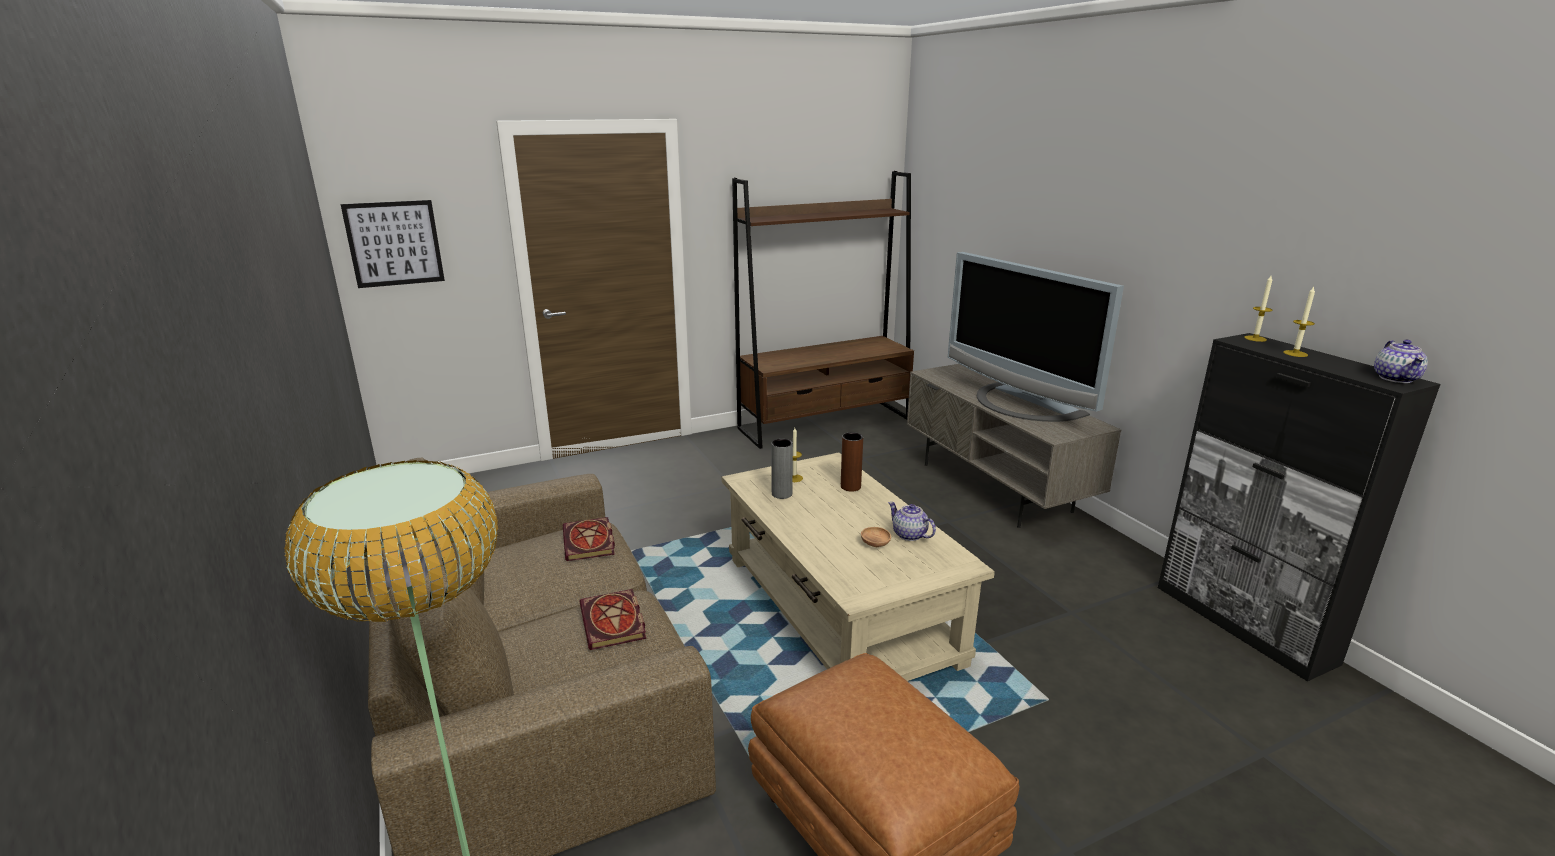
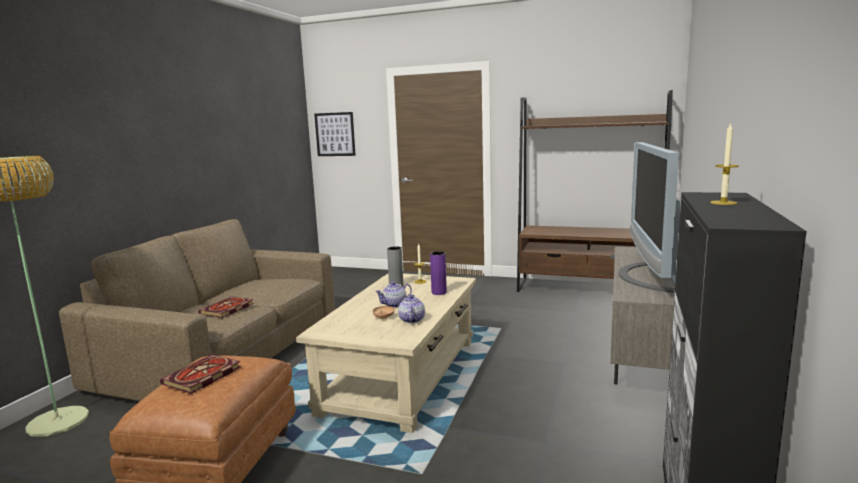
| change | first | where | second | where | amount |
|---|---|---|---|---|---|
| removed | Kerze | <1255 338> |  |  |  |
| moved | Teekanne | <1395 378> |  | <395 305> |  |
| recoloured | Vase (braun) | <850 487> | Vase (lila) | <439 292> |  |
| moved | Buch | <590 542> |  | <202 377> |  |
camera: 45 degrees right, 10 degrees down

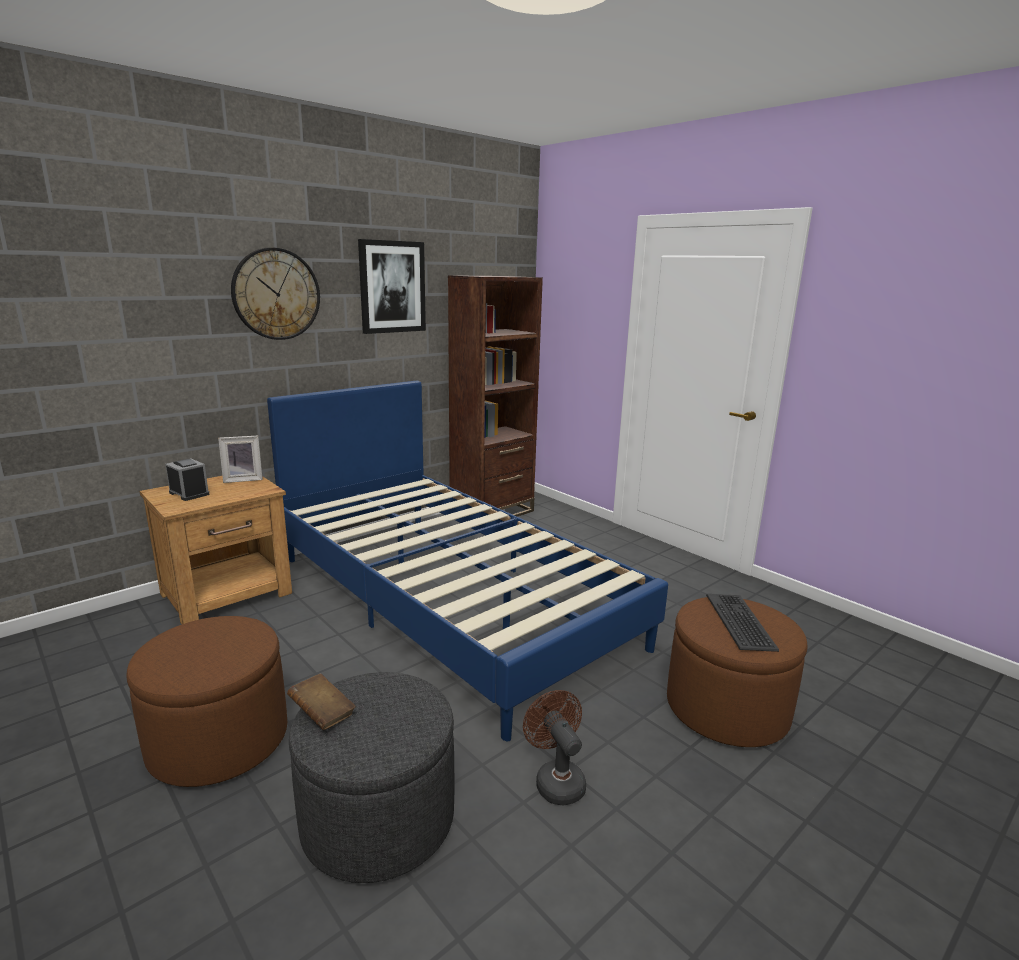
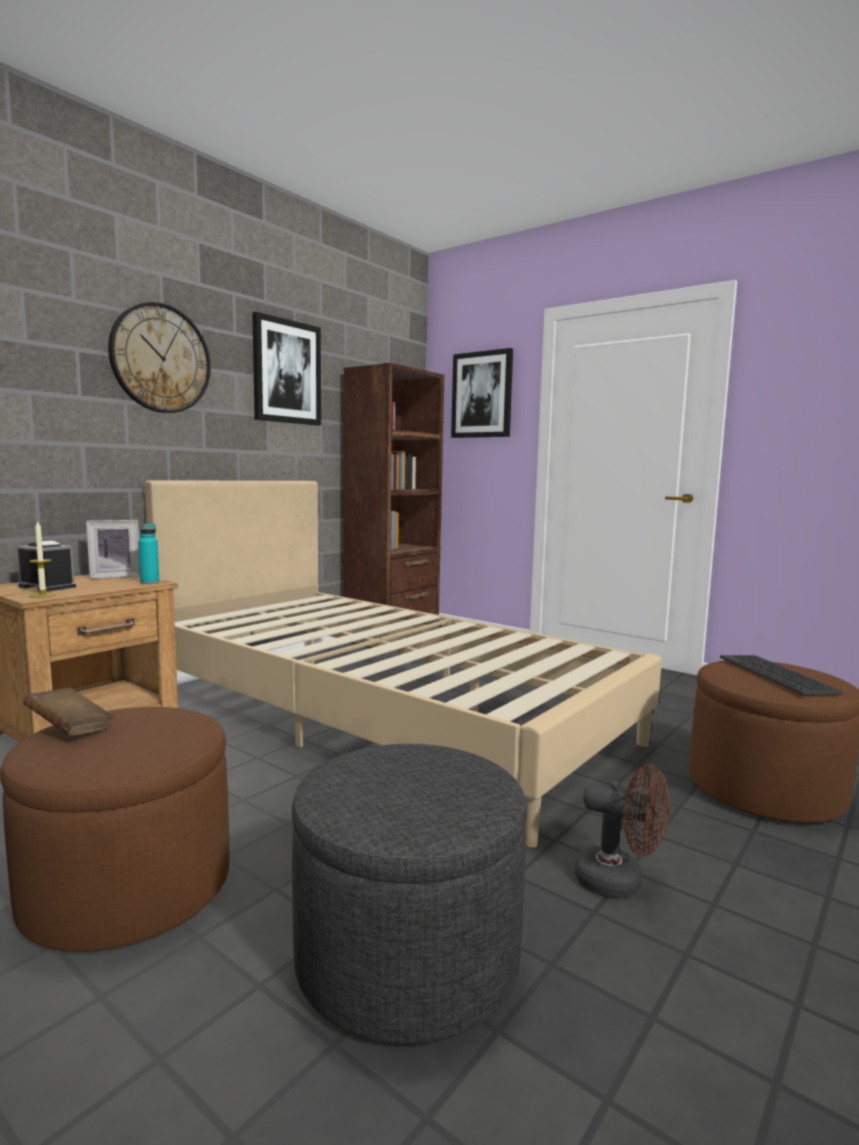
| change | first | where | second | where | amount |
|---|---|---|---|---|---|
| recoloured | Bett (blau) | <448 599> | Bett (beige) | <382 715> |  |
| moved | Buch (braun) | <322 714> |  | <70 729> |  |
| turned | Ventilator (braun) | <556 780> |  | <620 882> | 150 degrees clockwise |
| added |  |  | Bild | <482 395> |  |
| added |  |  | Kerze | <42 595> |  |
| added |  |  | Flasche (türkis) | <149 582> |  |
camera: 10 degrees left, 10 degrees down

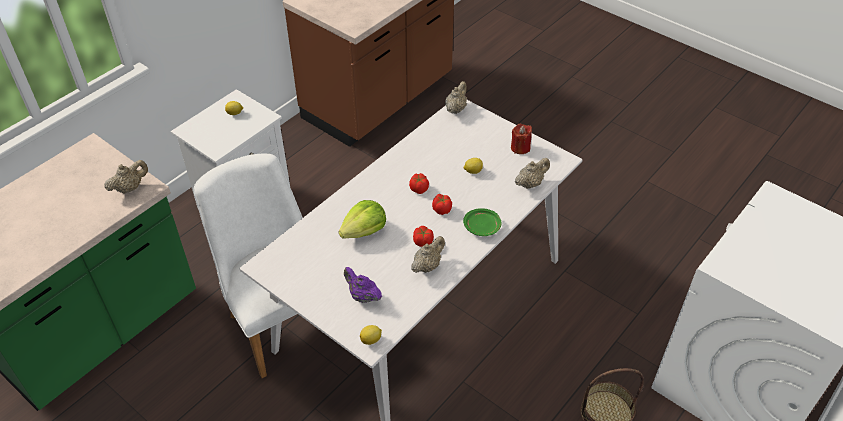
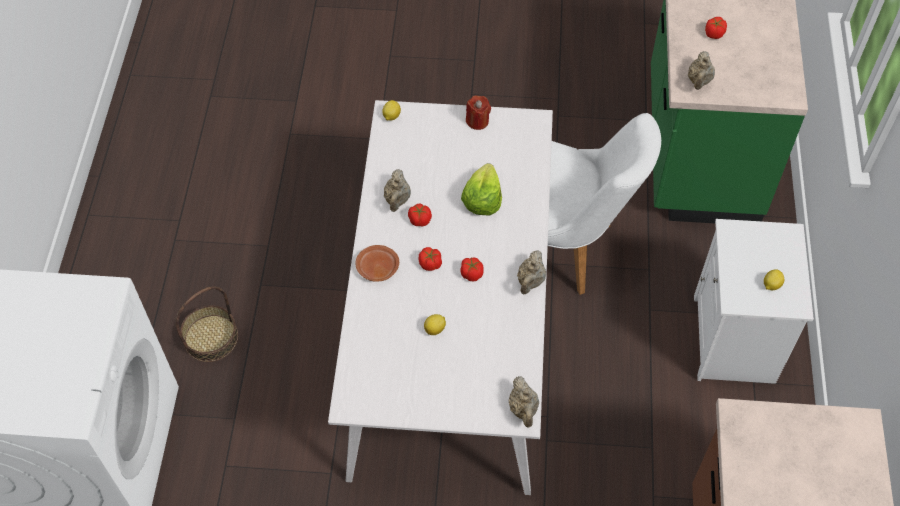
| change | first | where | second | where | amount |
|---|---|---|---|---|---|
| moved | Kerze (rot) | <520 148> |  | <477 121> |  |
| moved | Teekanne (beige) | <530 183> |  | <530 281> |  |
| recoloured | Teller (grün) | <482 227> | Teller (braun) | <377 267> |  |
| removed | Teekanne (lila) | <362 296> |  |  |  |
| added |  |  | Tomate | <714 34> |  |
camera: 145 degrees right, 10 degrees up

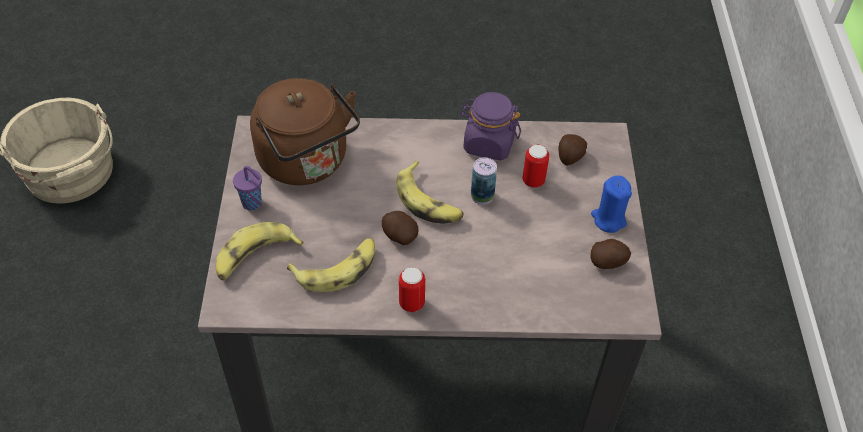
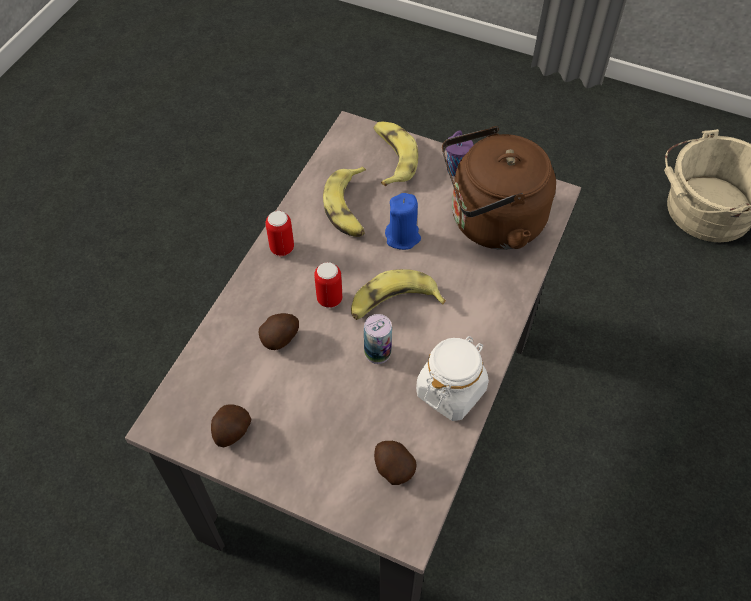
| change | first | where | second | where | amount |
|---|---|---|---|---|---|
| recoloured | Vorratsglas (lila) | <488 143> | Vorratsglas (weiß) | <451 391> |  |
| moved | Dose | <533 181> |  | <329 299> |  |
| moved | Kerze (blau) | <608 219> |  | <403 237> |  |
| moved | Kartoffel | <399 236> |  | <281 338> |  |
camera: 115 degrees right, 5 degrees up

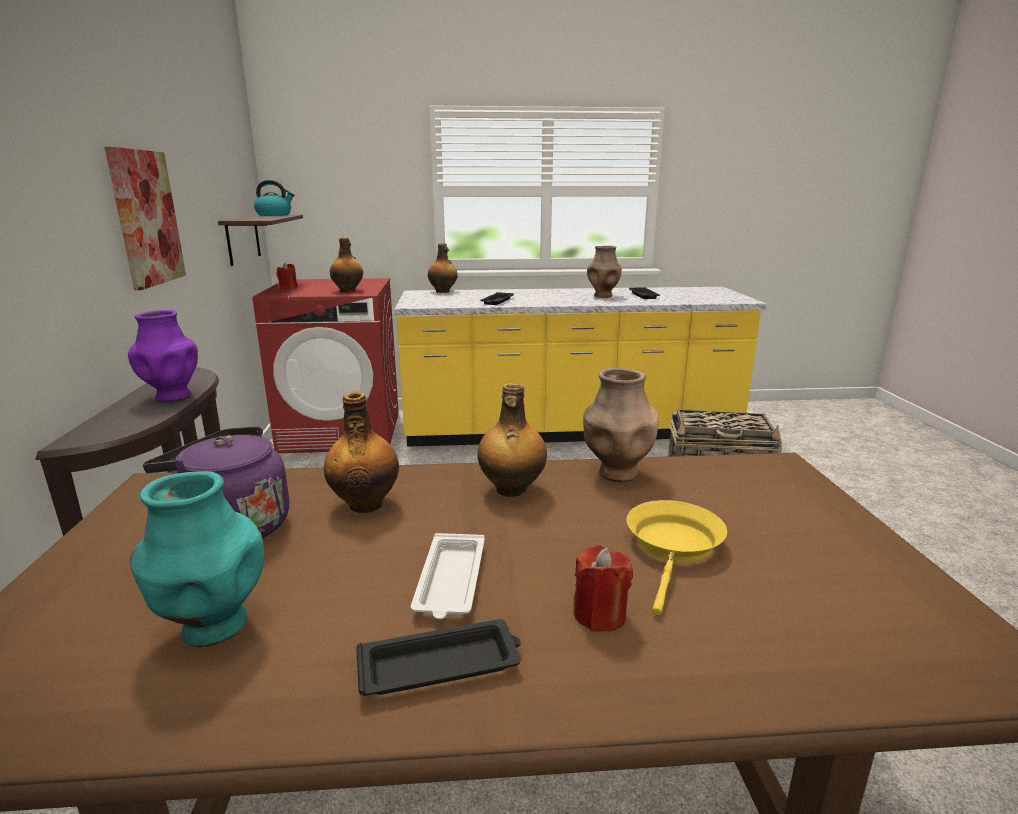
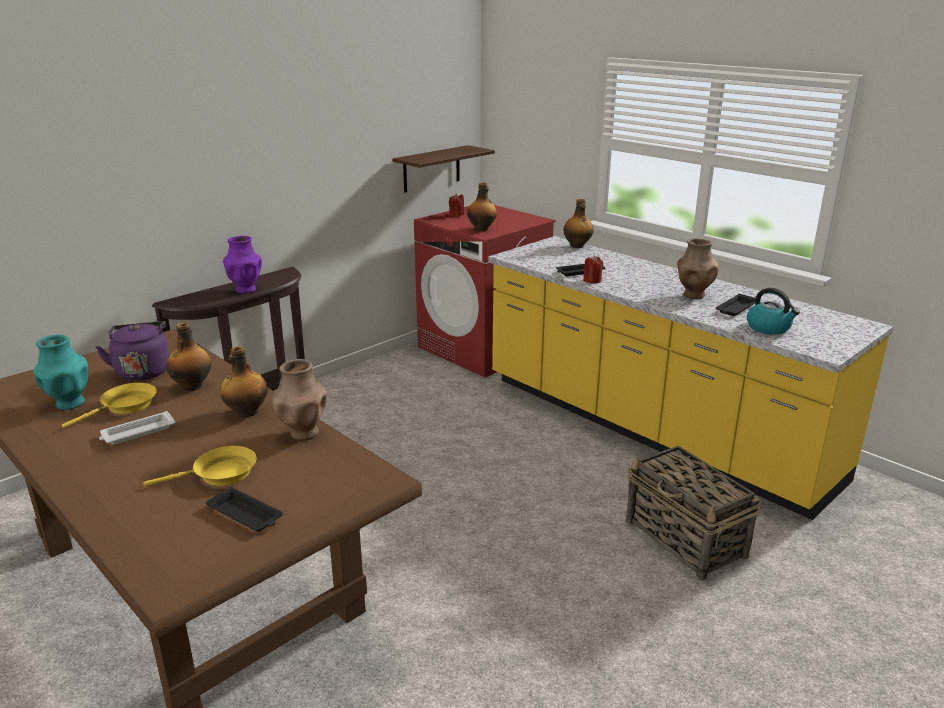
| change | first | where | second | where | amount |
|---|---|---|---|---|---|
| removed | Bild | <146 218> |  |  |  |
| moved | Wasserkessel | <274 215> |  | <769 328> |  |
| moved | Kerze (rot) | <599 615> |  | <592 280> |  |
| moved | Tablett (schwarz) | <442 665> |  | <246 515> |  |
| added |  |  | Pfanne (gelb) | <125 406> |  |
camera: 50 degrees right, 5 degrees up

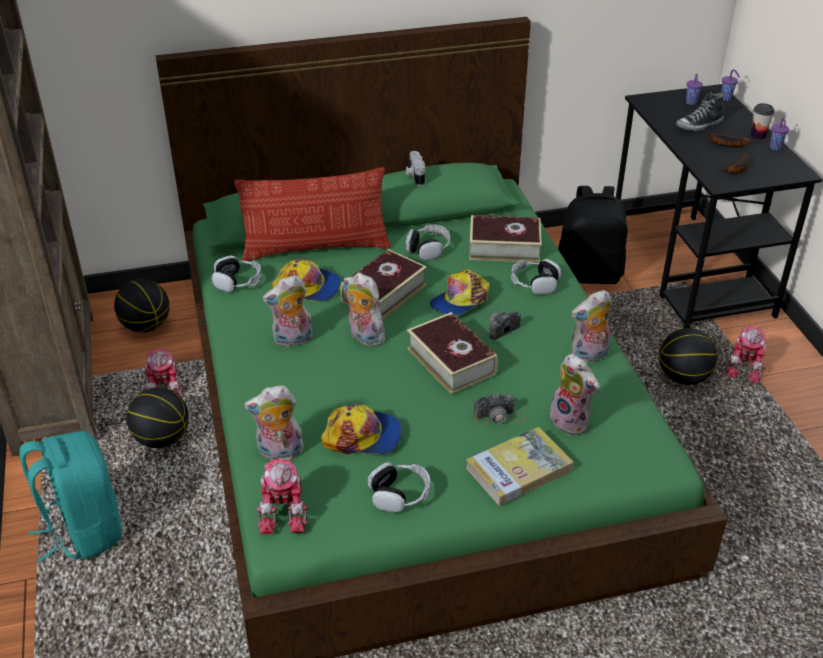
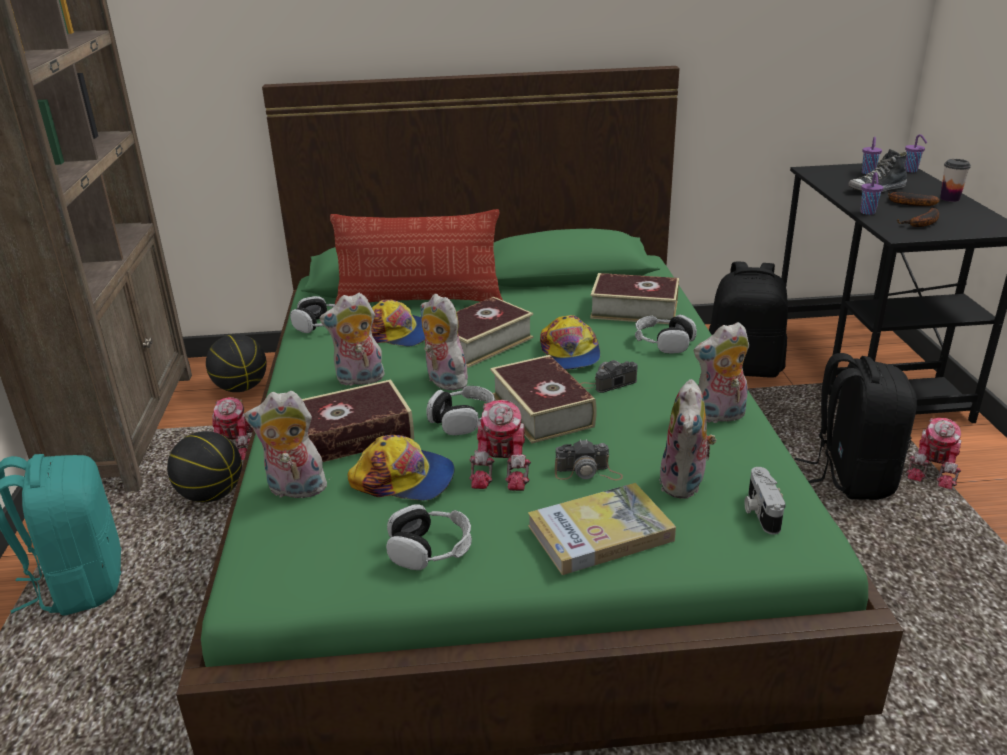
| change | first | where | second | where | amount |
|---|---|---|---|---|---|
| moved | Tasse (lila) | <775 148> |  | <868 213> |  |
| moved | Kamera | <415 175> |  | <760 511> |  |
| moved | Kopfhörer | <428 248> |  | <462 419> |  |
| turned | Kappe | <460 300> |  | <570 354> | 60 degrees counterclockwise |
| replaced | Basketball | <682 377> | Rucksack (schwarz) | <851 476> |  |
| turned | Plüschtier | <572 421> |  | <685 484> | 45 degrees clockwise |
| moved | Spielzeugroboter | <285 509> |  | <504 468> |  |
| added |  |  | Buch | <354 435> |  |
camera: 10 degrees right, 10 degrees down

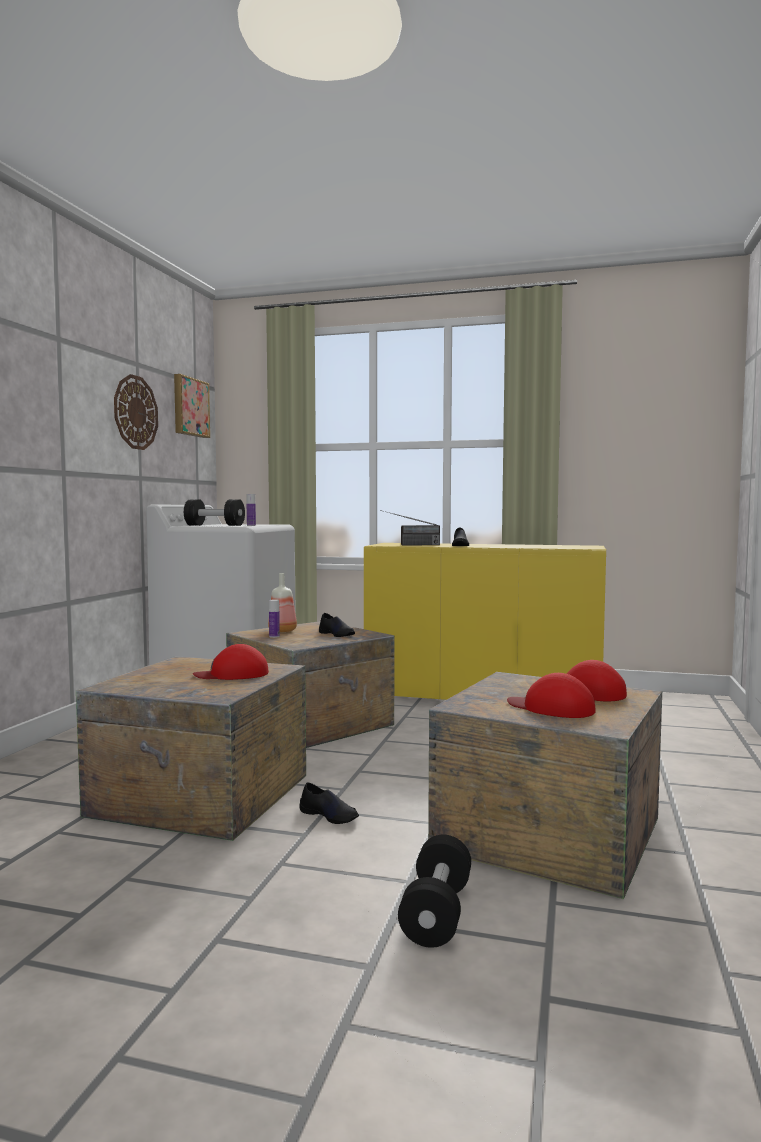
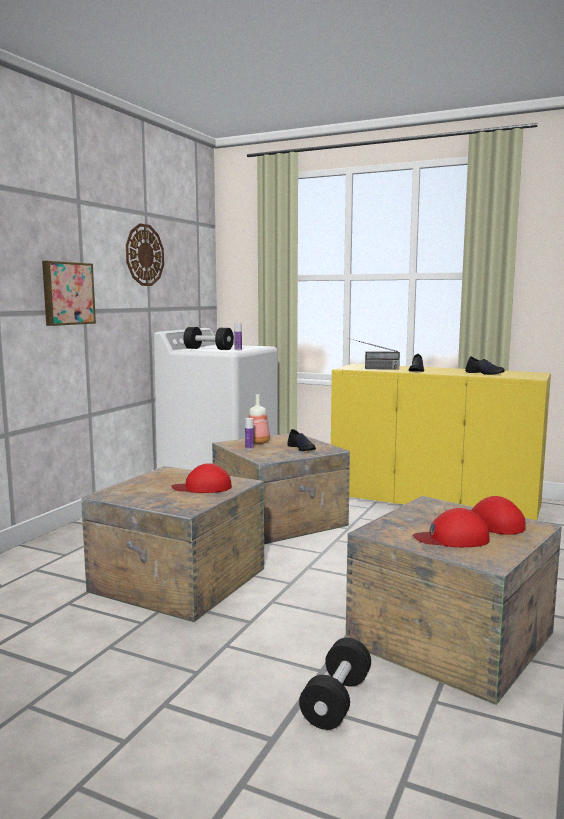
| change | first | where | second | where | amount |
|---|---|---|---|---|---|
| moved | Bild | <189 407> |  | <67 293> |  |
| turned | Kappe (rot) | <551 708> |  | <452 538> | 45 degrees counterclockwise |
| moved | Schuh (schwarz) | <329 815> |  | <484 373> |  |
camera: 10 degrees right, 5 degrees up

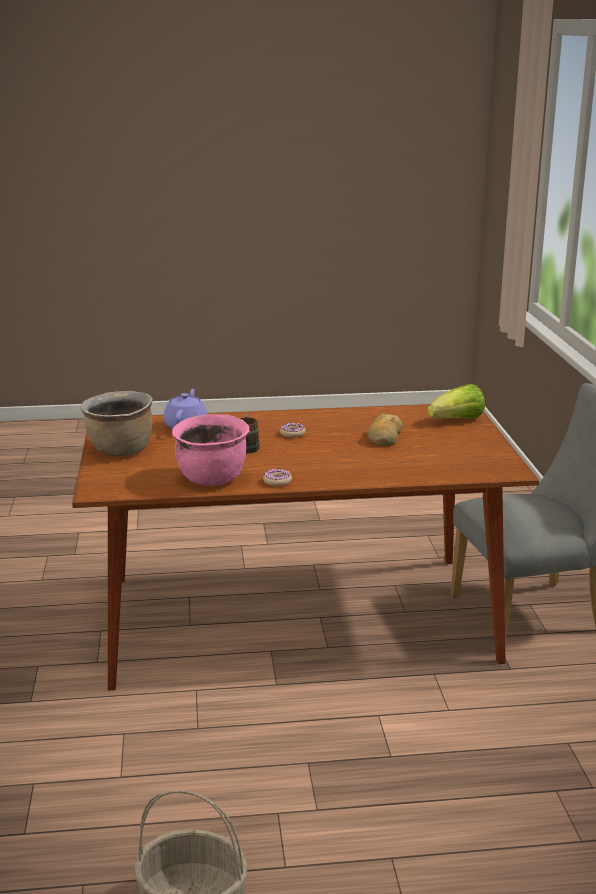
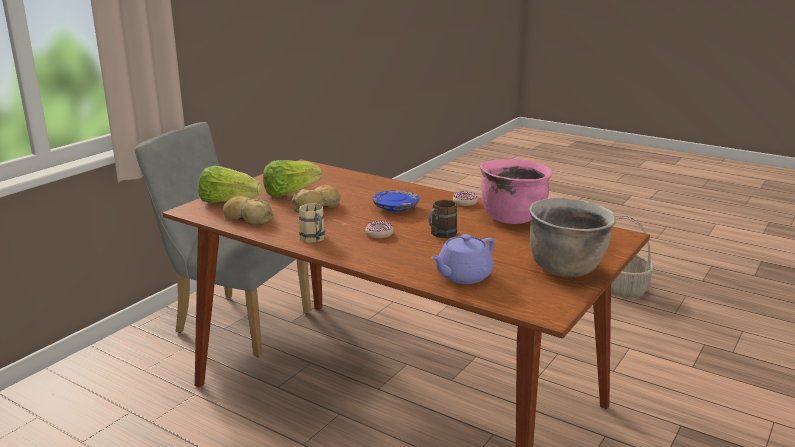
| change | first | where | second | where | amount |
|---|---|---|---|---|---|
| added |  |  | Salatkopf | <290 193> |  |
| added |  |  | Teller (blau) | <395 208> |  |
| added |  |  | Brot | <248 218> |  |
| added |  |  | Henkelbecher (beige) | <314 239> |  |
camera: 140 degrees left, 0 degrees up

